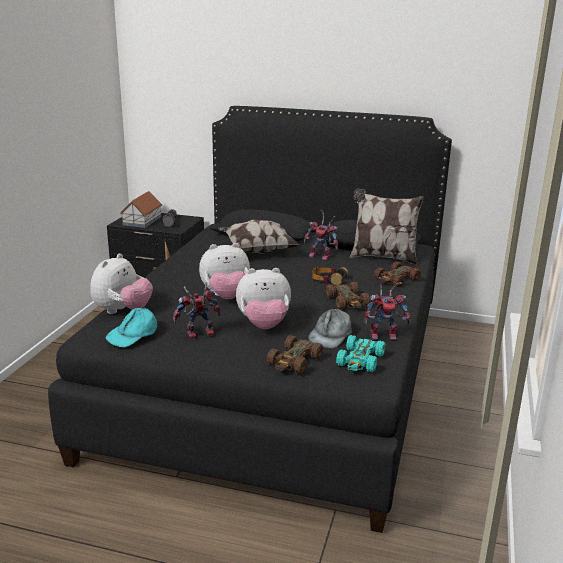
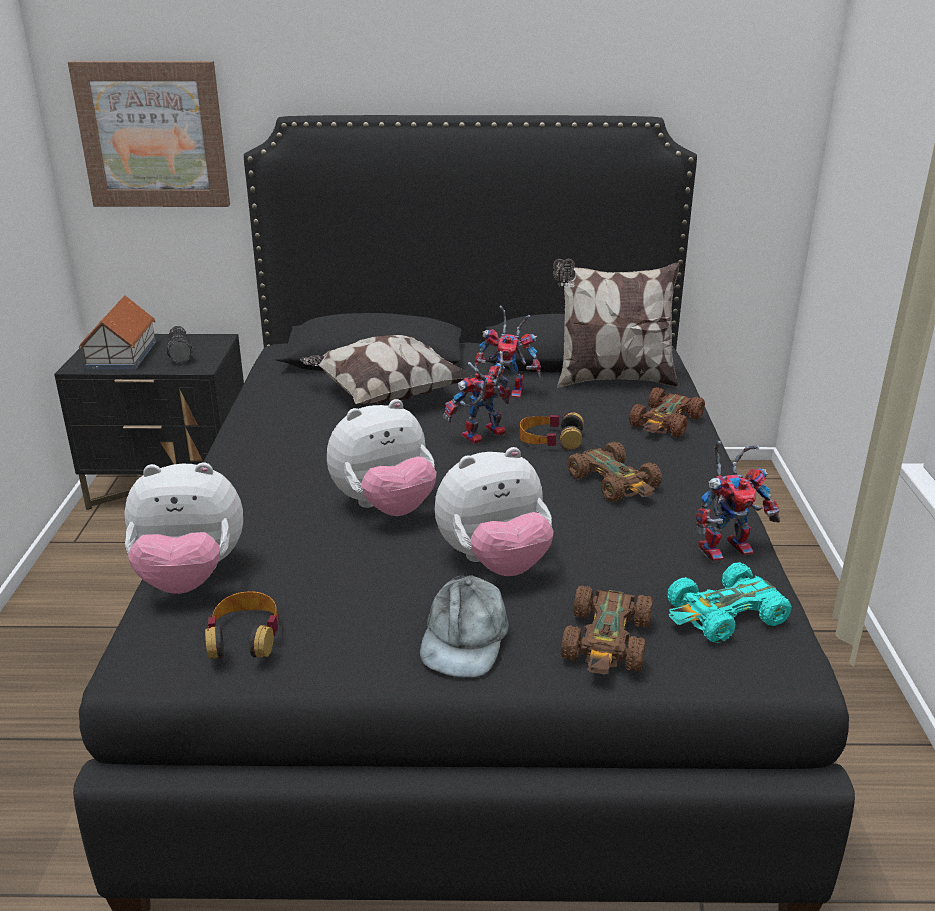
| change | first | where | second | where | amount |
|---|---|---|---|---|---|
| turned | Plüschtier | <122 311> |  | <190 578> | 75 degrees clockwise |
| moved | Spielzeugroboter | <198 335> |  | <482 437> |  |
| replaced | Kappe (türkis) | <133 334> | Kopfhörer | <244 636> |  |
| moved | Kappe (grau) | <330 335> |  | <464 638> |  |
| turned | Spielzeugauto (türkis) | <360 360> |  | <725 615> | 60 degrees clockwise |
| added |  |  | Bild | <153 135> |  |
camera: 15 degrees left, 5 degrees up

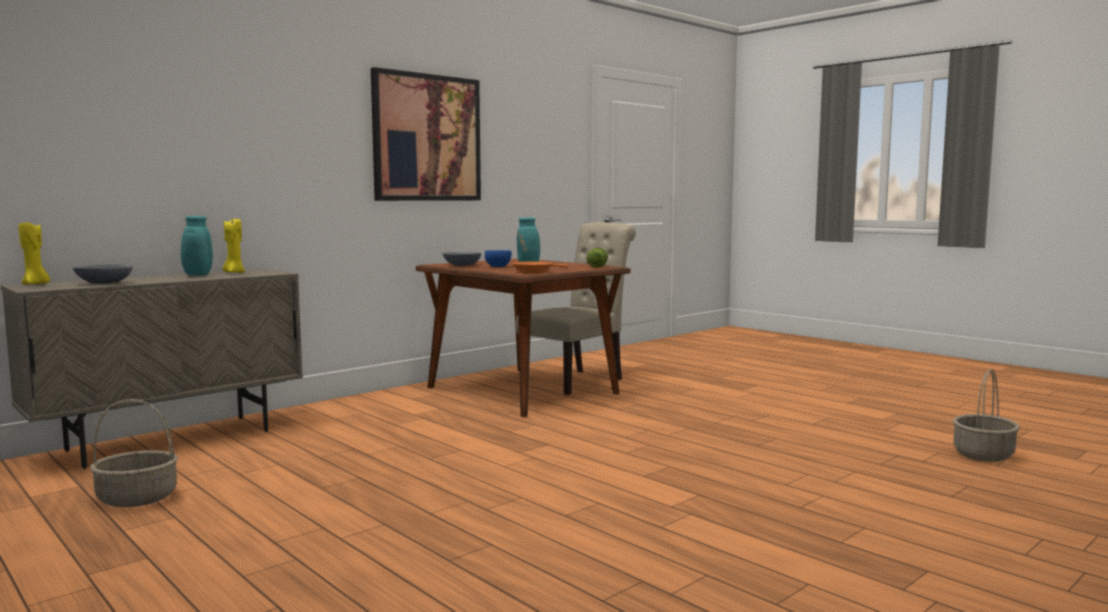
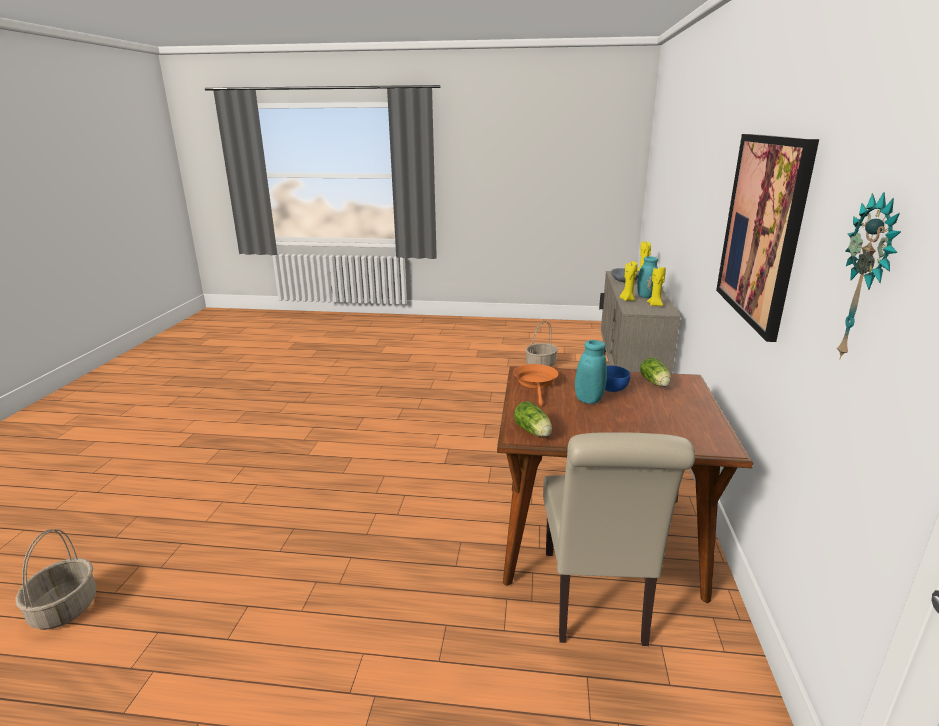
| change | first | where | second | where | amount |
|---|---|---|---|---|---|
| replaced | Schüssel (grau) | <461 265> | Salatkopf | <655 383> |  |
| added |  |  | Wanduhr | <868 280> |  |
| added |  |  | Kerze (gelb) | <627 299> |  |
camera: 140 degrees right, 15 degrees up

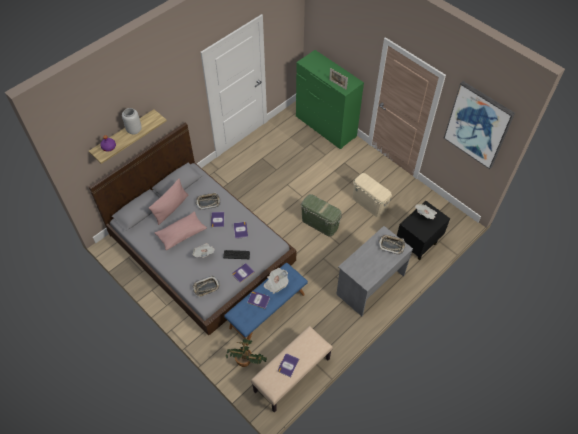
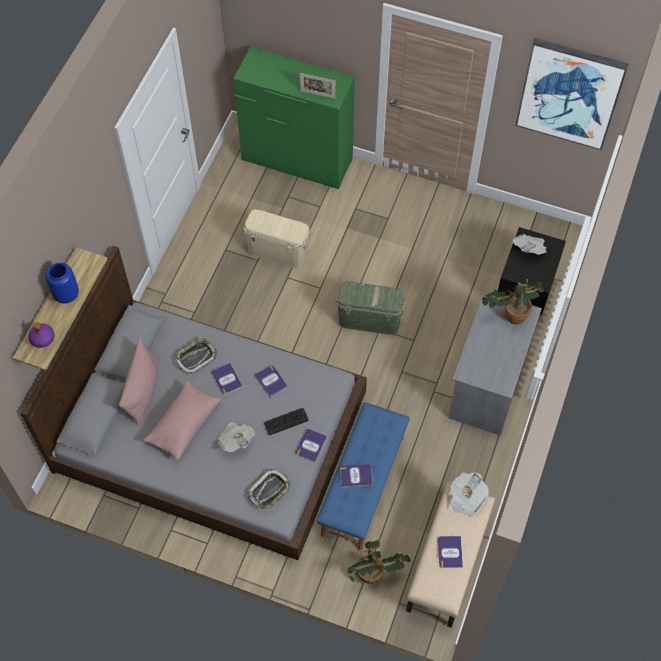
| change | first | where | second | where | amount |
|---|---|---|---|---|---|
| recoloured | Vase (grau) | <134 130> | Vase (blau) | <66 295> |  |
| moved | Aufbewahrungsbox (beige) | <369 203> |  | <278 251> |  |
| replaced | Tablett | <391 245> | Topfpflanze | <510 316> |  |
| moved | Zeitung | <276 284> |  | <465 498> |  |
camera: 25 degrees left, 5 degrees up

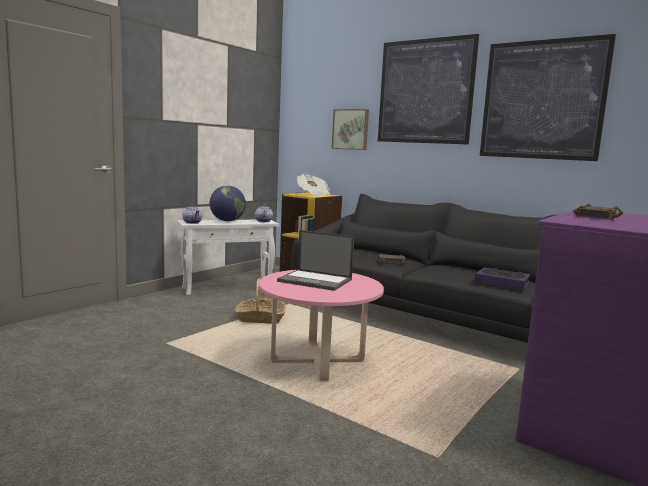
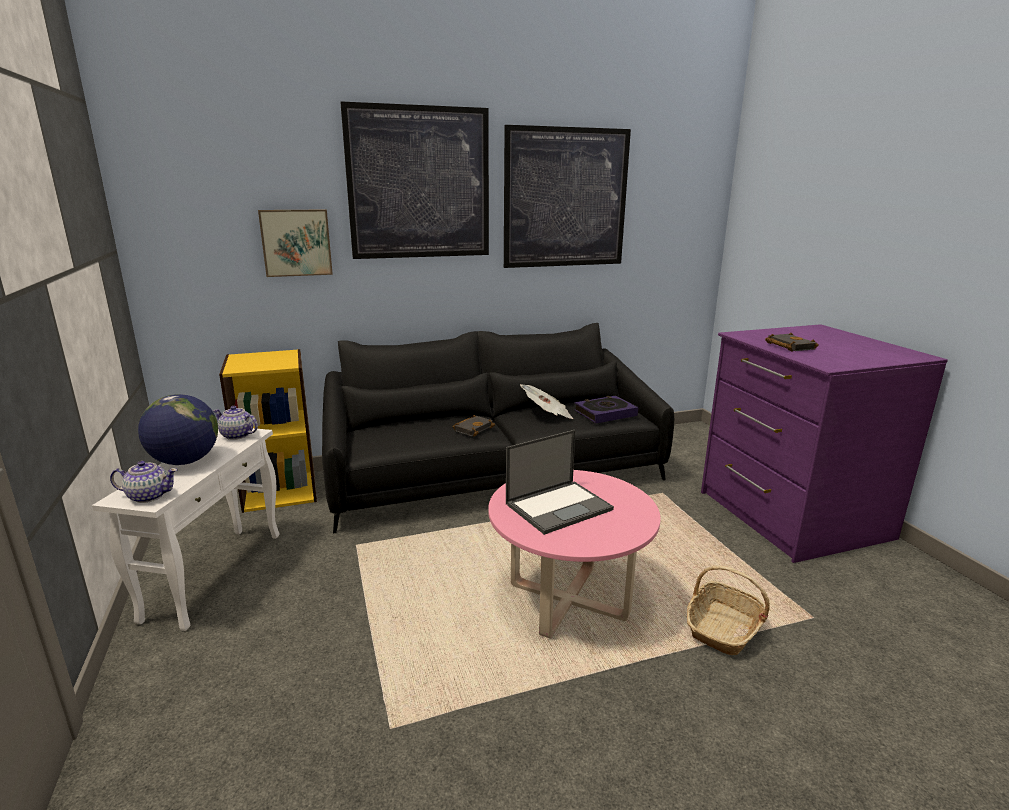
| change | first | where | second | where | amount |
|---|---|---|---|---|---|
| moved | Zeitung | <313 195> |  | <547 415> |  |
| moved | Korb | <260 319> |  | <723 628> |  |
camera: 55 degrees left, 10 degrees up

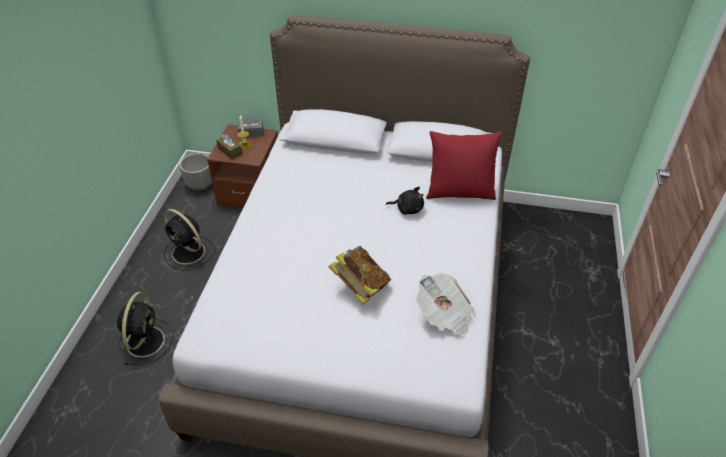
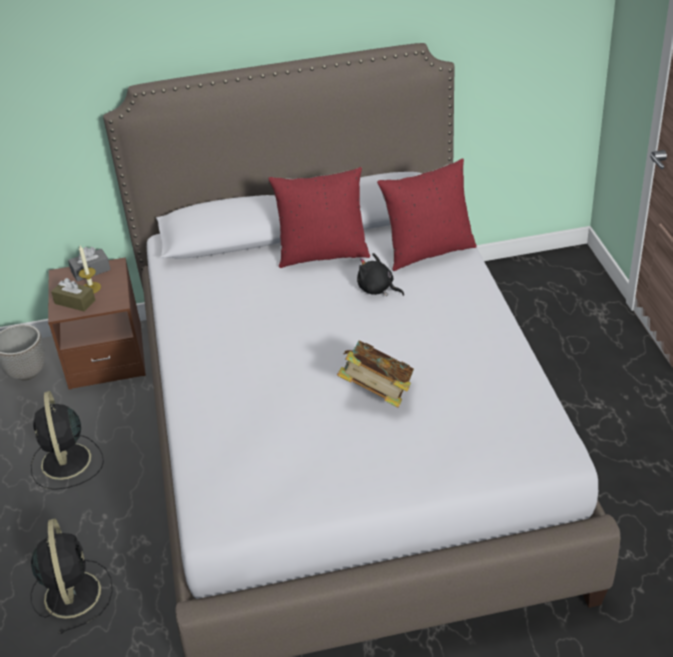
| change | first | where | second | where | amount |
|---|---|---|---|---|---|
| turned | Plüschtier (schwarz) | <407 209> |  | <377 289> | 135 degrees counterclockwise |
| turned | Ventilator (schwarz) | <189 253> |  | <66 463> | 60 degrees clockwise |
| removed | Zeitung | <444 315> |  |  |  |
| added |  |  | Kissen (rot) | <323 254> |  |
camera: 20 degrees left, 5 degrees down

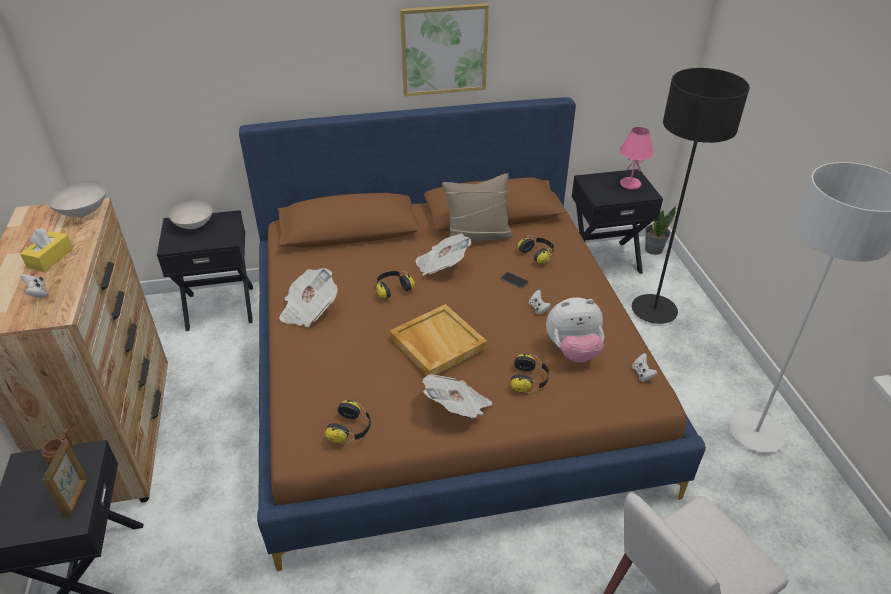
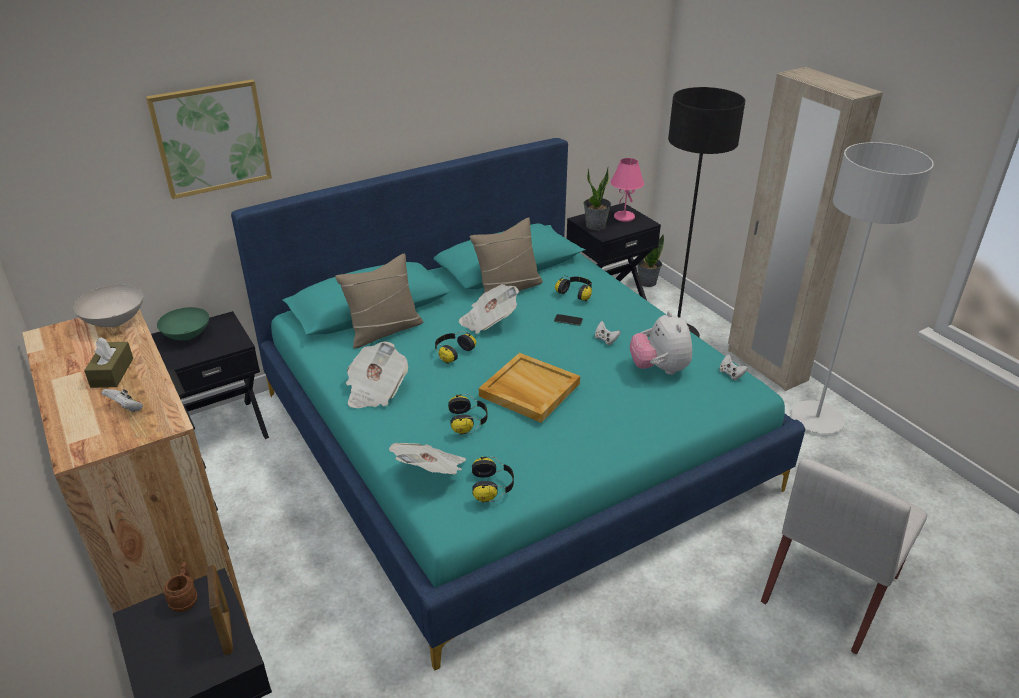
| change | first | where | second | where | amount |
|---|---|---|---|---|---|
| moved | Bild | <444 49> |  | <211 138> |  |
| recoloured | Bett (braun) | <445 375> | Bett (türkis) | <509 439> |  |
| recoloured | Schüssel (weiß) | <193 225> | Schüssel (grün) | <186 336> |  |
| recoloured | Taschentuchbox (gelb) | <50 258> | Taschentuchbox (braun) | <112 373> |  |
| turned | Plüschtier | <573 351> |  | <659 369> | 105 degrees clockwise |
| moved | Kopfhörer | <529 380> |  | <468 421> |  |
| moved | Zeitung | <457 408> |  | <431 472> |  |
| added |  |  | Kleiderschrank (beige) | <766 365> |  |
| added |  |  | Topfpflanze | <595 226> |  |
| added |  |  | Kissen (beige) | <384 331> |  |
camera: 20 degrees left, 5 degrees down

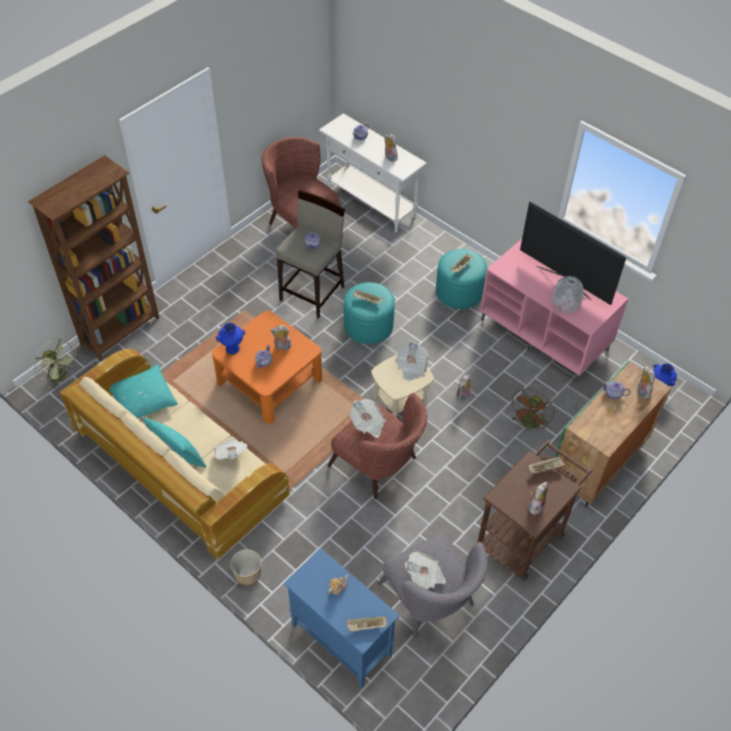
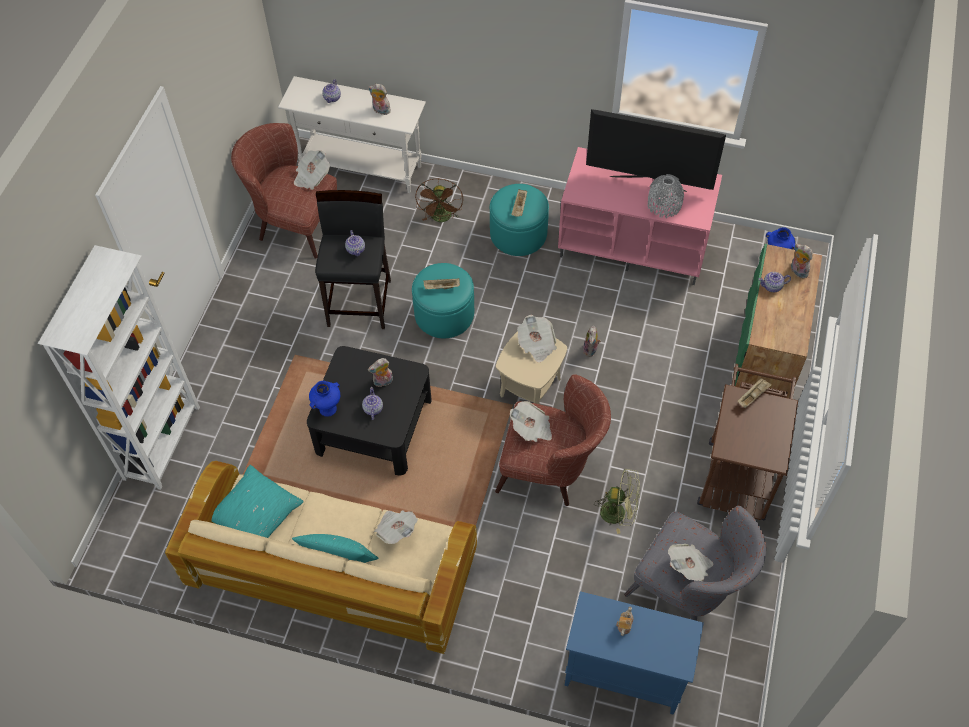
| change | first | where | second | where | amount |
|---|---|---|---|---|---|
| recoloured | Bücherregal (braun) | <121 331> | Bücherregal (weiß) | <163 442> |  |
| recoloured | Hocker (beige) | <313 293> | Hocker (schwarz) | <360 302> |  |
| recoloured | Couchtisch (orange) | <269 380> | Couchtisch (schwarz) | <373 425> |  |
| moved | Ventilator (grün) | <61 377> |  | <618 512> |  |
| moved | Ventilator (braun) | <529 424> |  | <441 218> |  |
| removed | Plüschtier | <535 505> |  |  |  |
| removed | Pflanzkübel | <247 574> |  |  |  |
| removed | Tablett (beige) | <366 626> |  |  |  |
| added |  |  | Zeitung | <311 177> |  |
camera: 25 degrees left, 5 degrees up

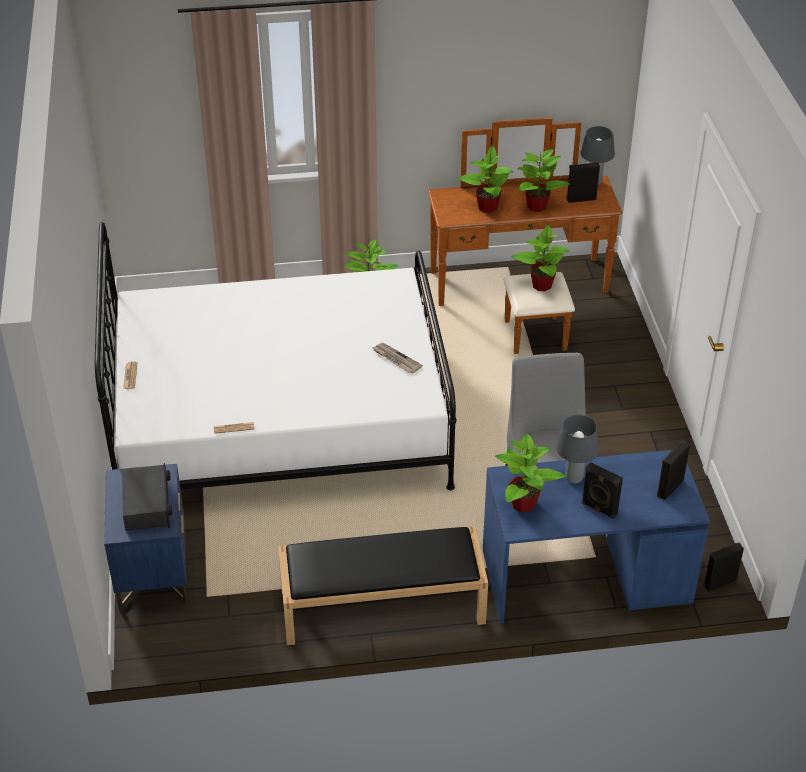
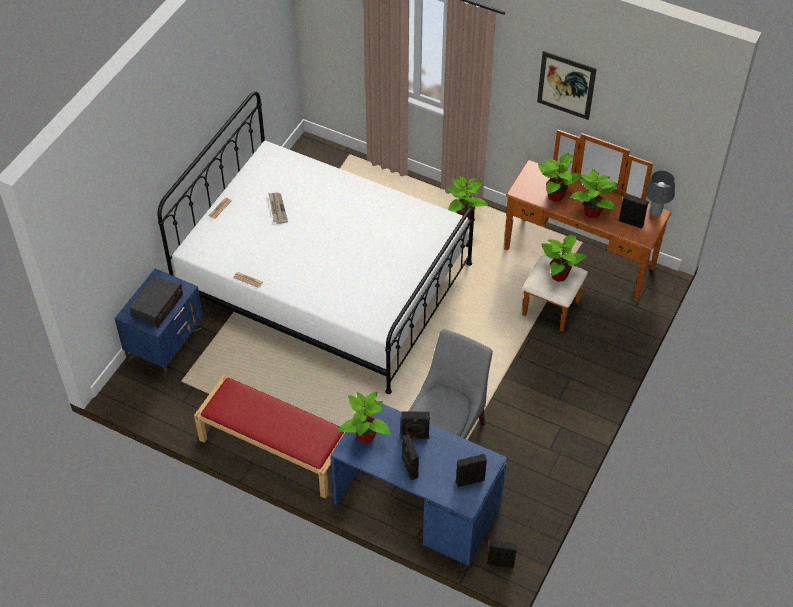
| change | first | where | second | where | amount |
|---|---|---|---|---|---|
| moved | Zeitung | <396 359> |  | <277 208> |  |
| replaced | Tischlampe (grau) | <574 478> | Lautsprecher (schwarz) | <415 436> |  |
| recoloured | Bank (schwarz) | <381 606> | Bank (rot) | <274 448> |  |
| added |  |  | Bild | <566 85> |  |
camera: 35 degrees right, 10 degrees up

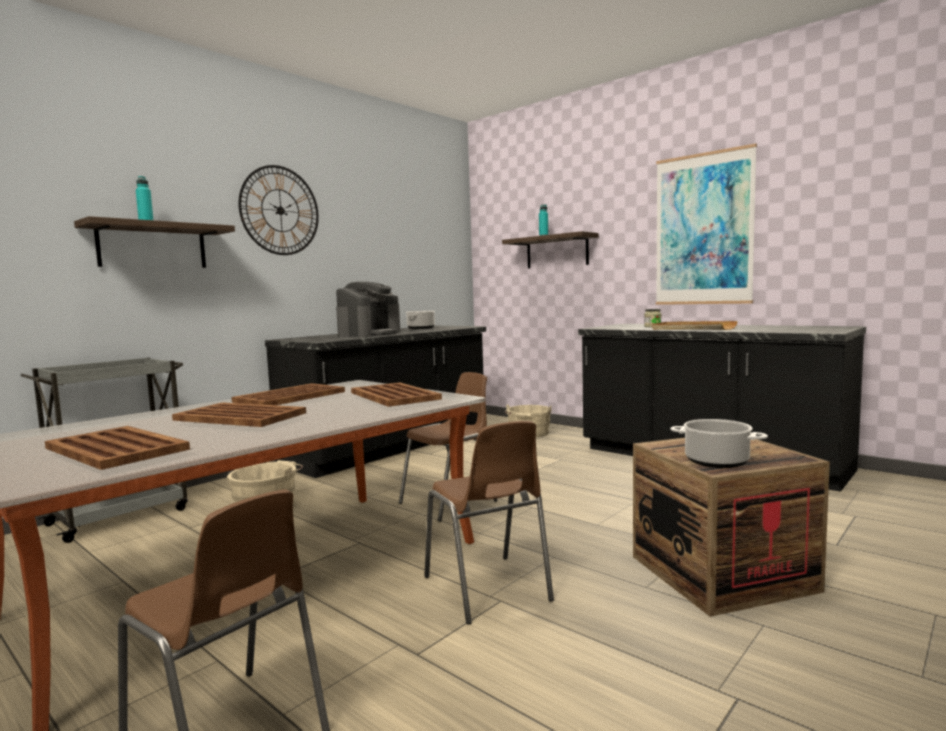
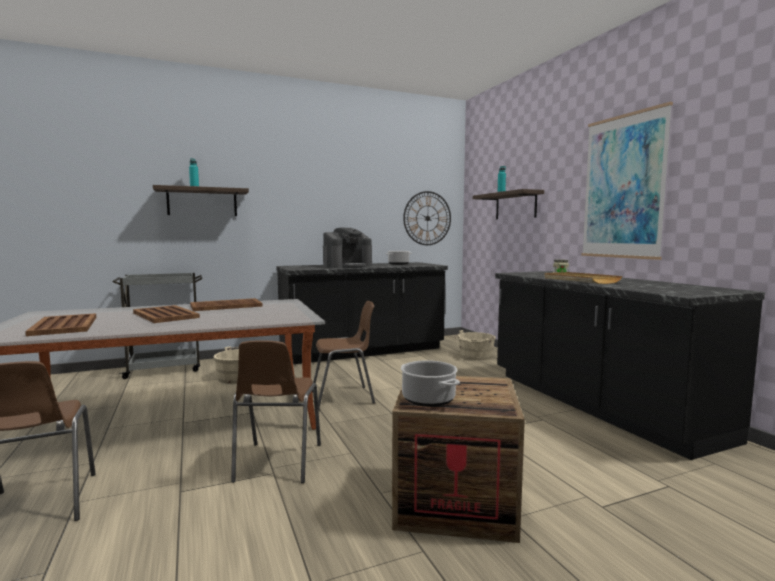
| change | first | where | second | where | amount |
|---|---|---|---|---|---|
| moved | Wanduhr | <280 210> |  | <427 218> |  |
| removed | Tablett (braun) | <394 396> |  |  |  |
camera: 25 degrees right, 0 degrees up

